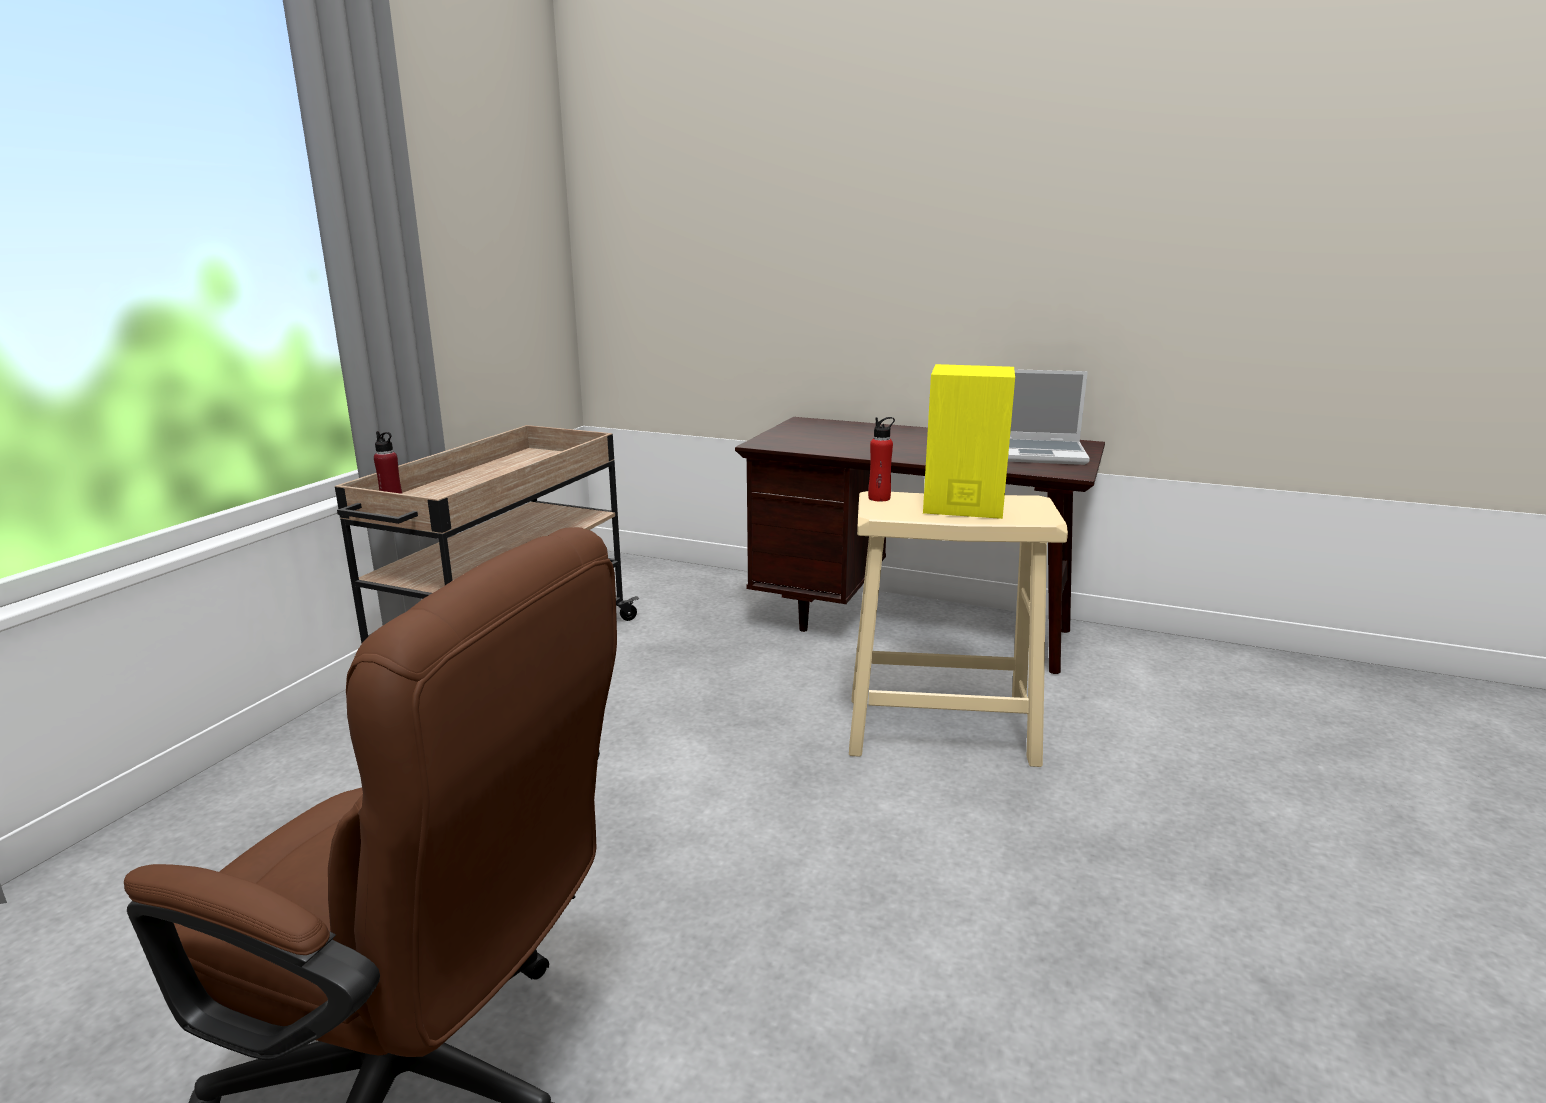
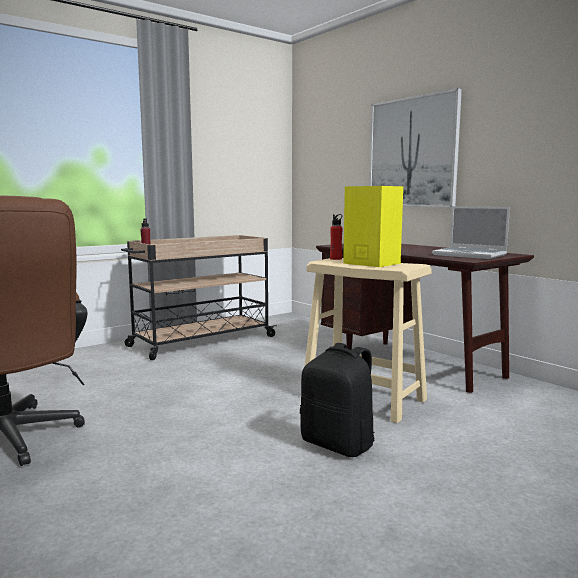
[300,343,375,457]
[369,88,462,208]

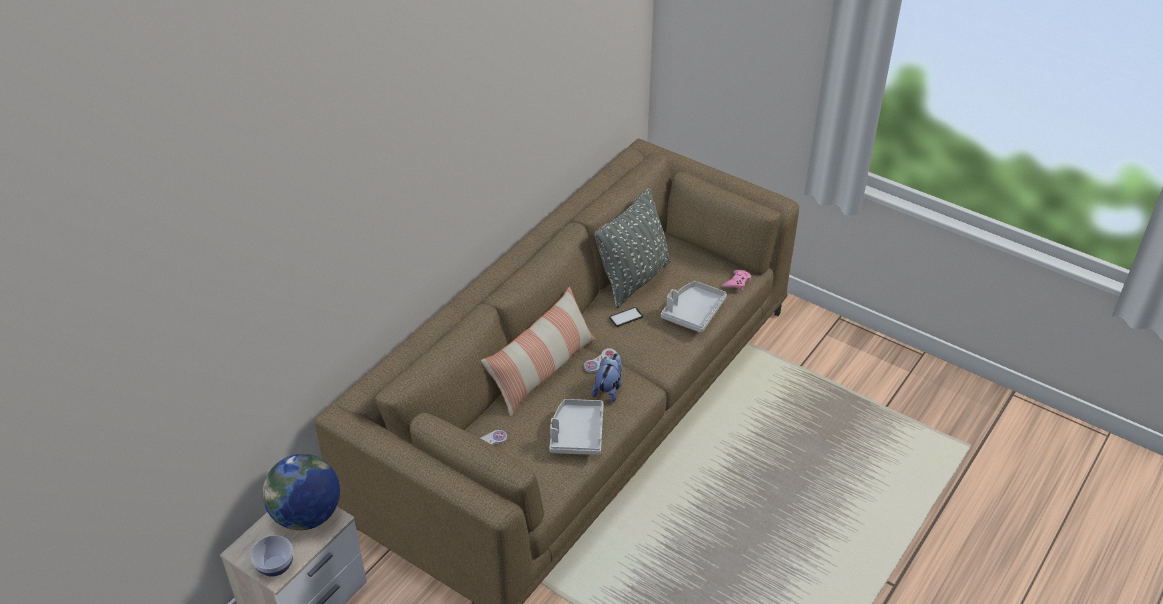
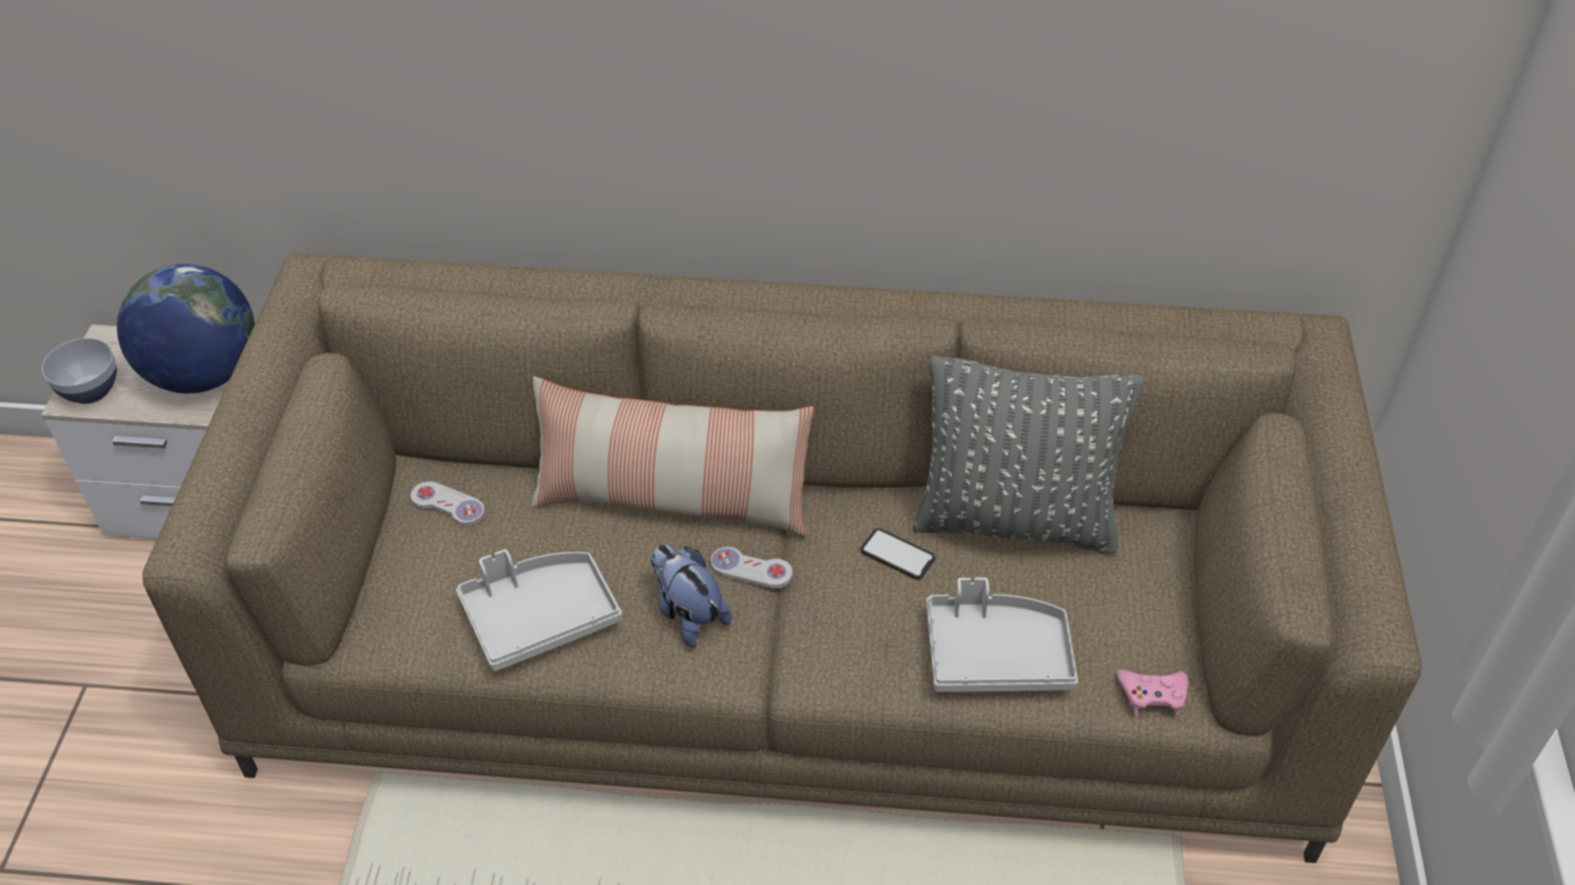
[651,544,732,648]

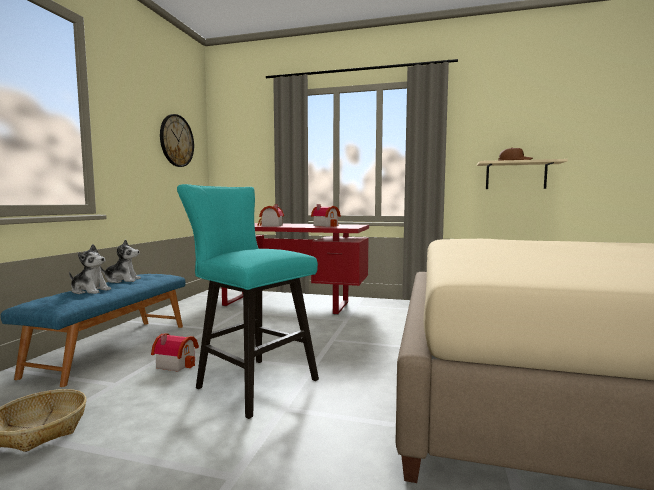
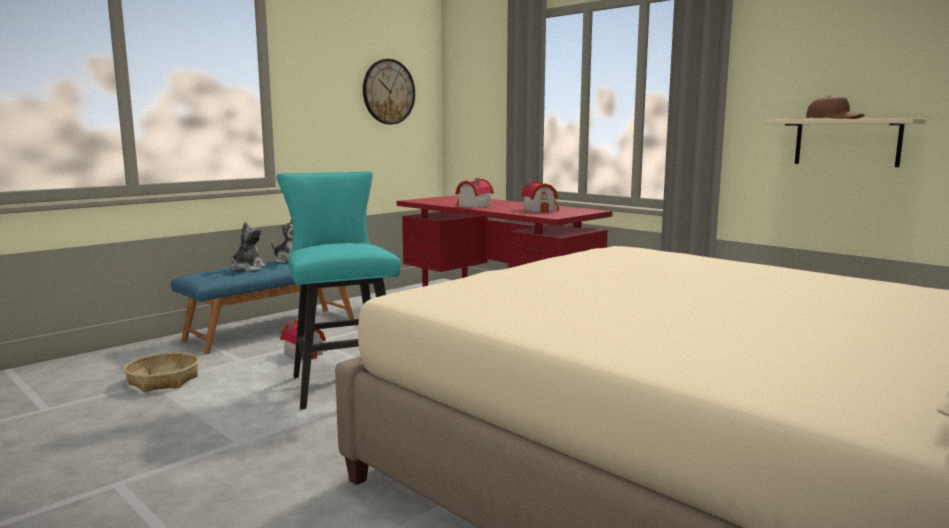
[232,222,266,271]

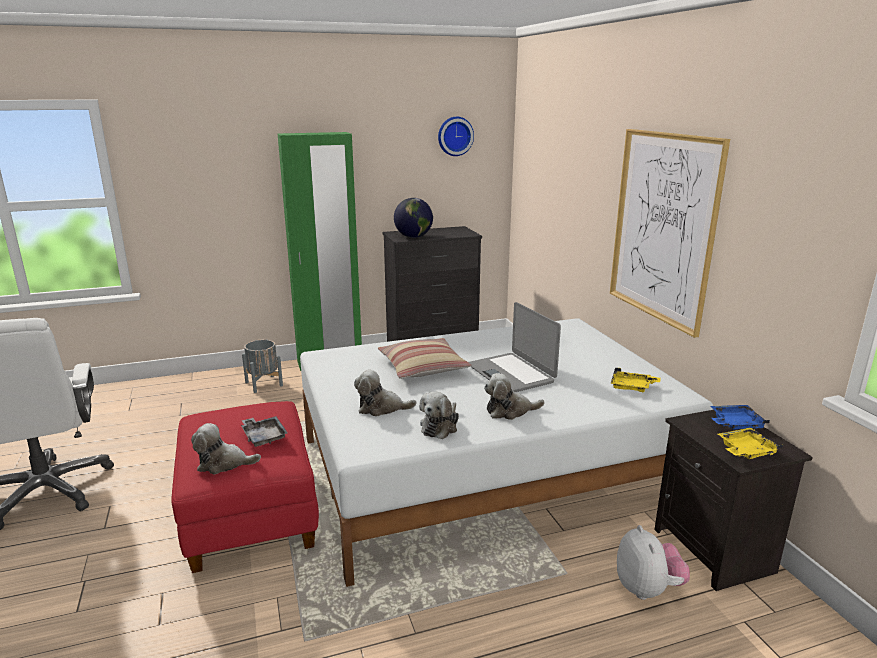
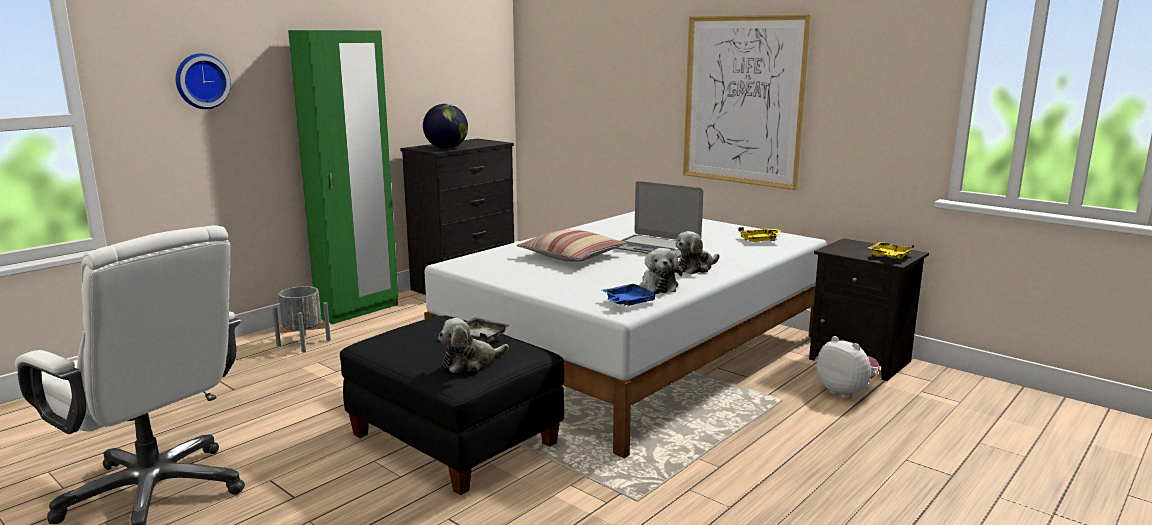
[176,53,231,109]
[340,316,564,495]
[602,284,659,306]
[354,369,417,416] (first image)

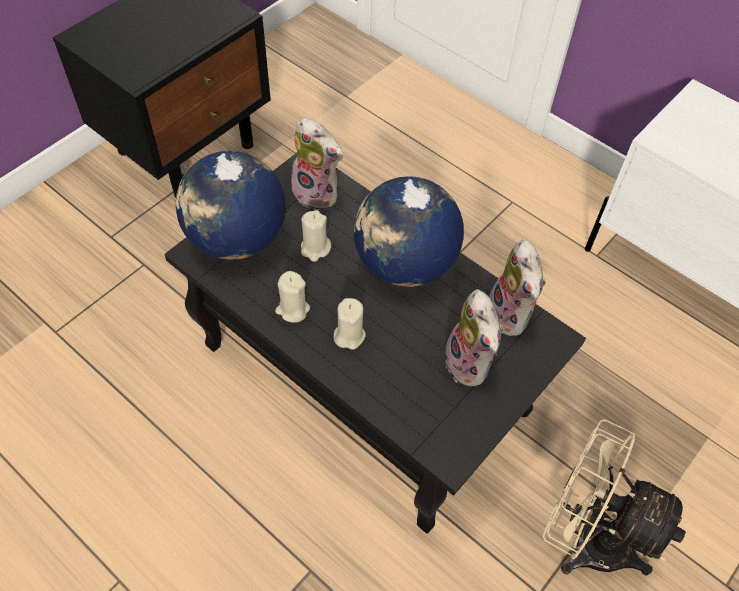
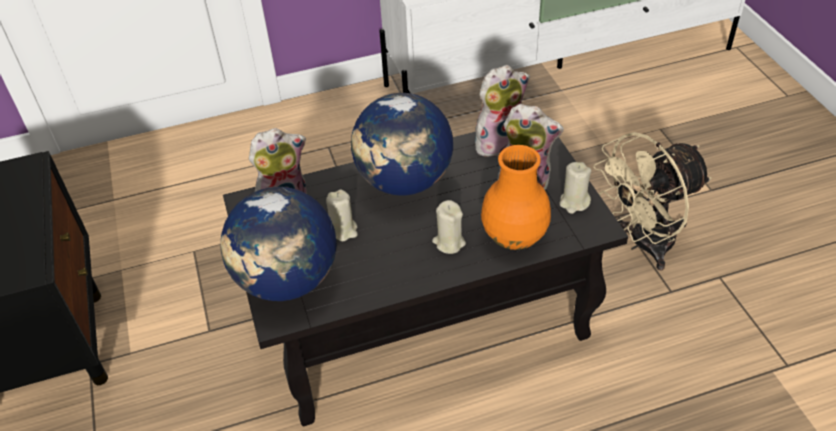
[475,65,530,157]
[481,145,551,250]
[560,162,591,214]

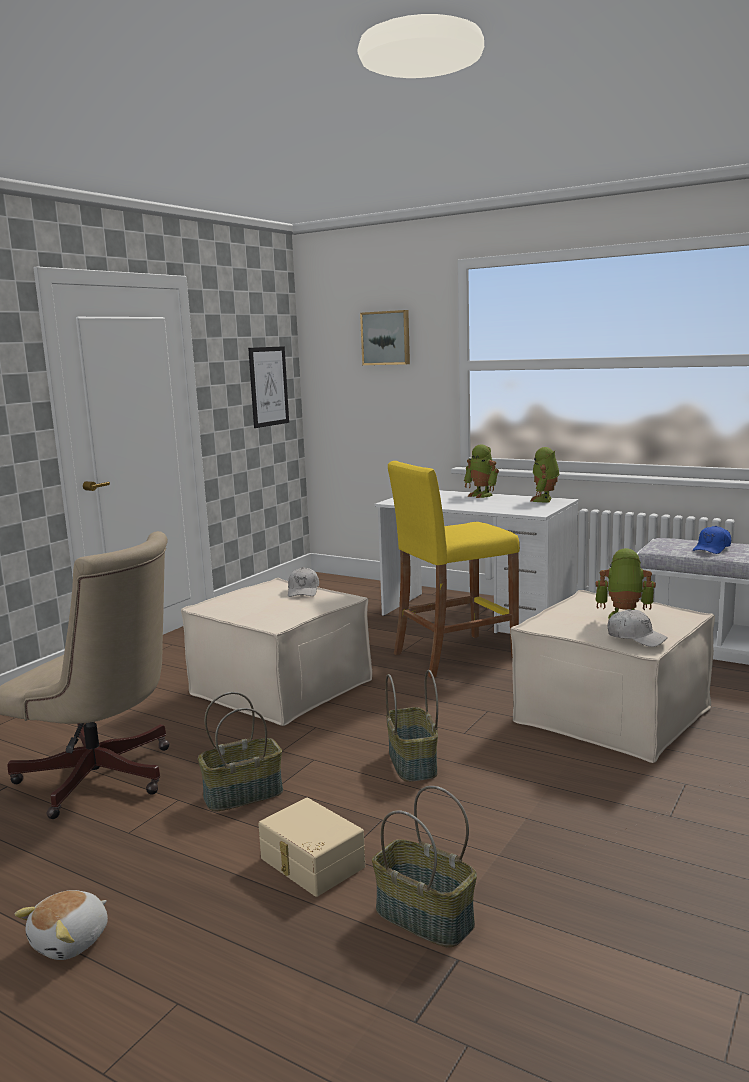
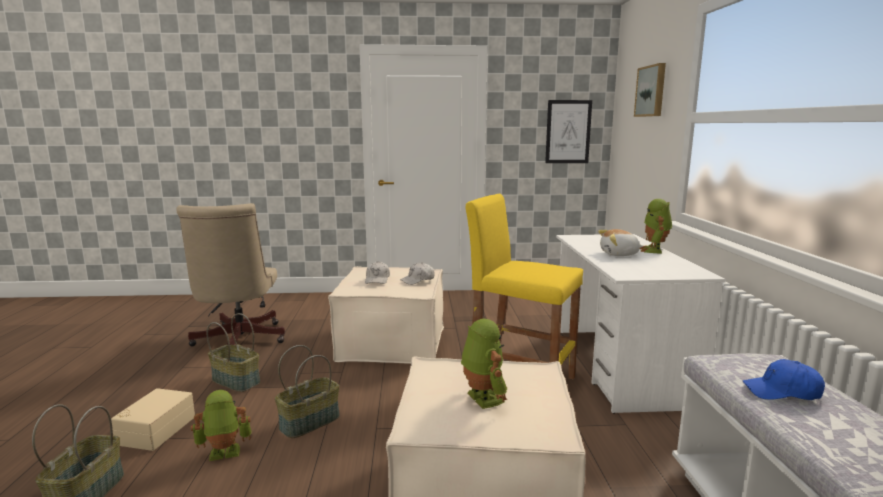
[191,390,252,461]
[365,261,390,284]
[598,229,643,256]

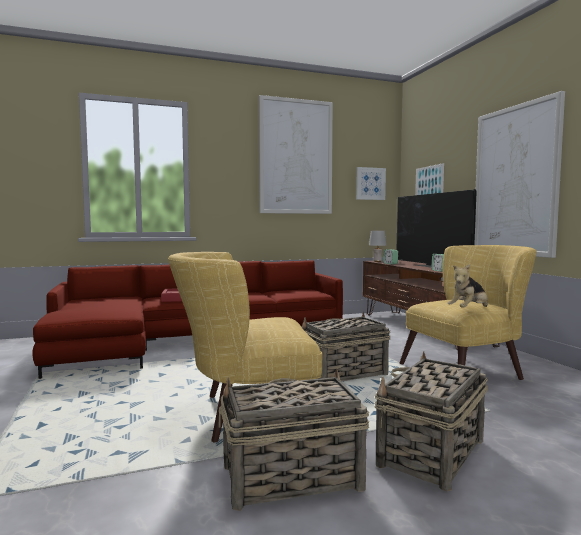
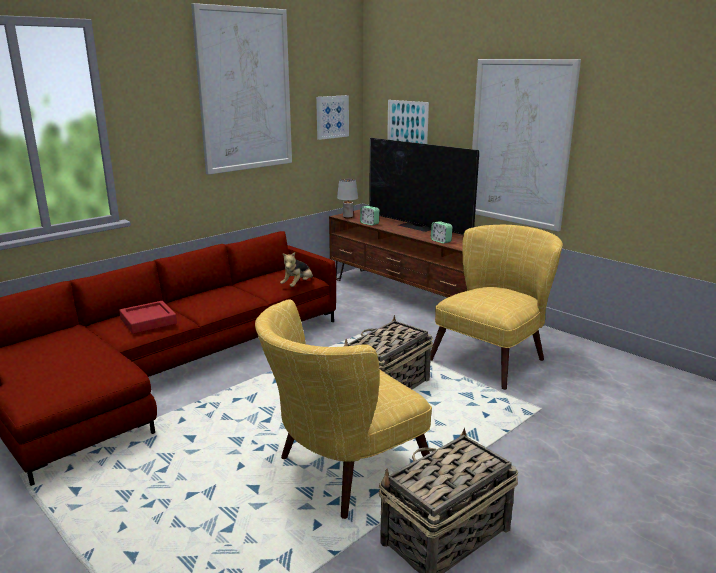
[280,252,313,287]
[374,351,488,492] (first image)

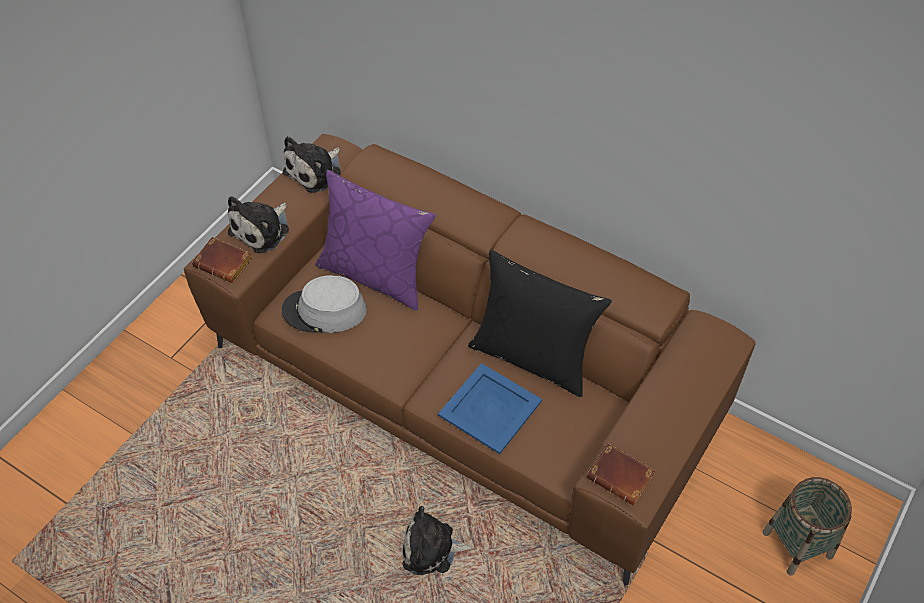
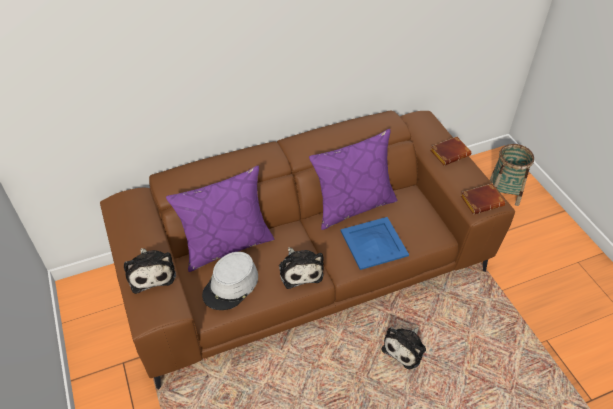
[279,247,324,289]
[309,129,398,230]
[430,137,471,166]

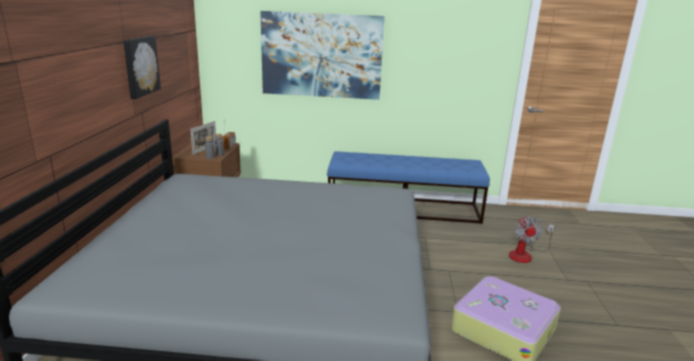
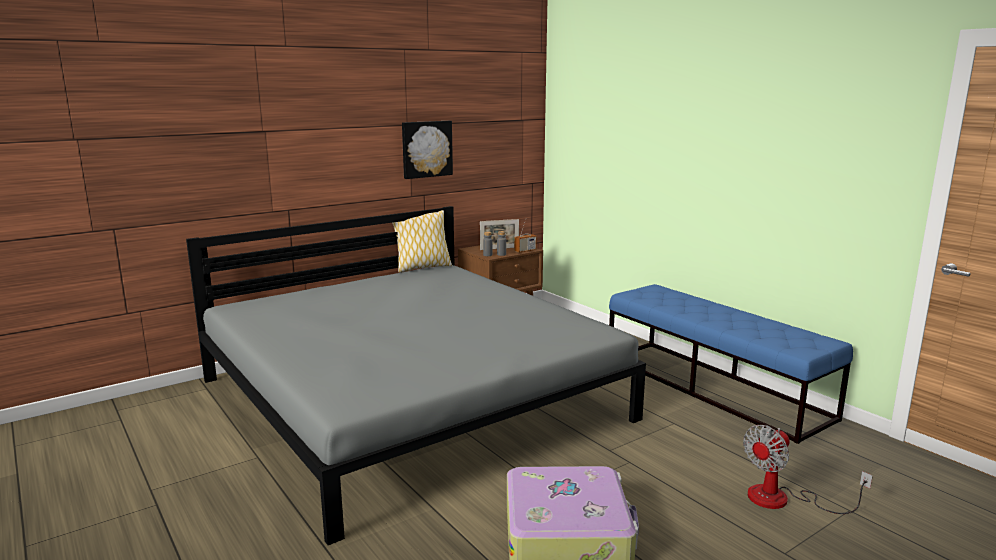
[392,210,452,273]
[260,11,385,100] (first image)

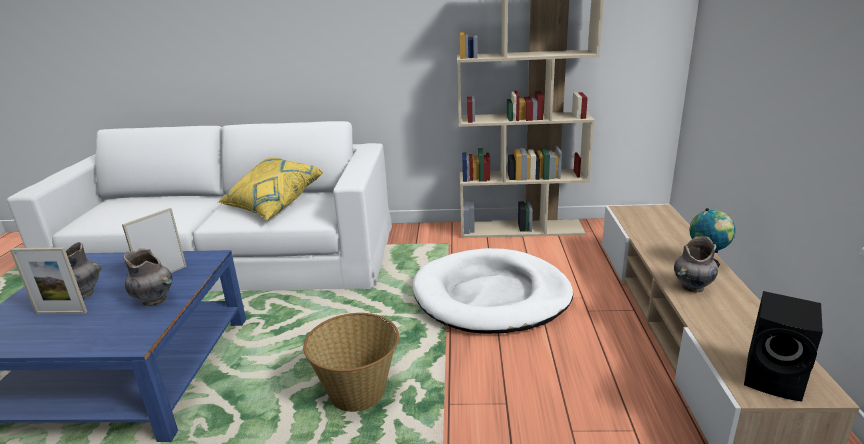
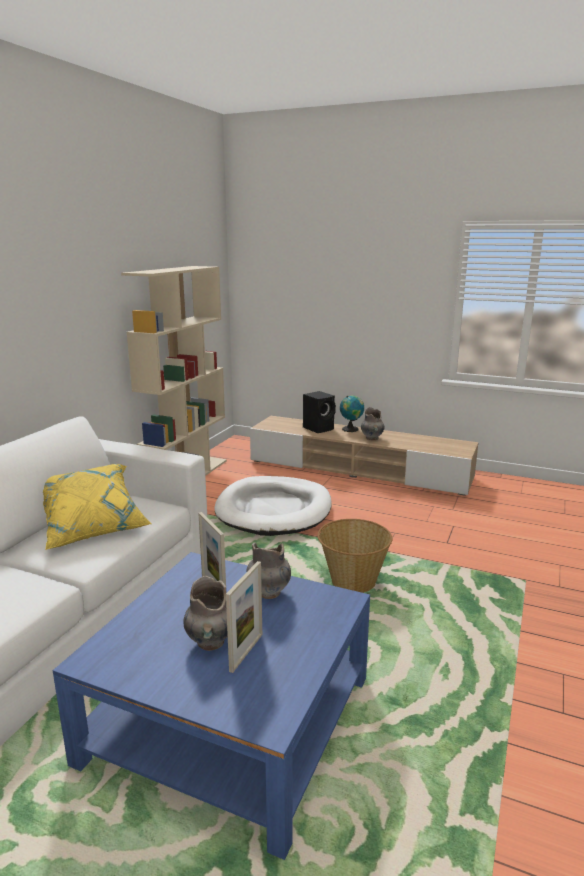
[303,391,336,433]

